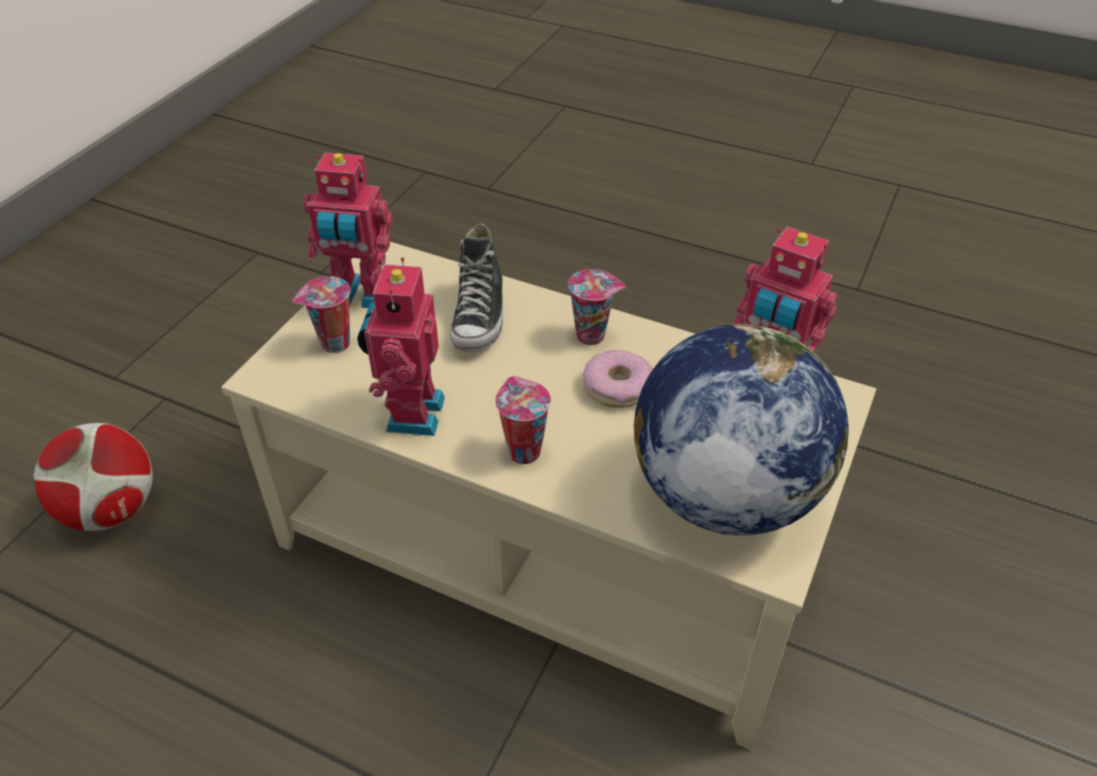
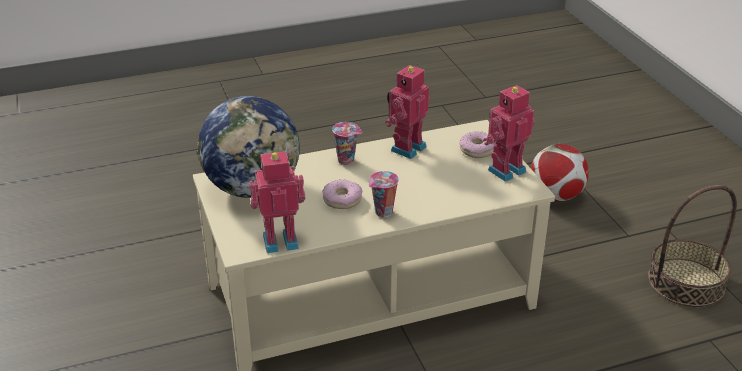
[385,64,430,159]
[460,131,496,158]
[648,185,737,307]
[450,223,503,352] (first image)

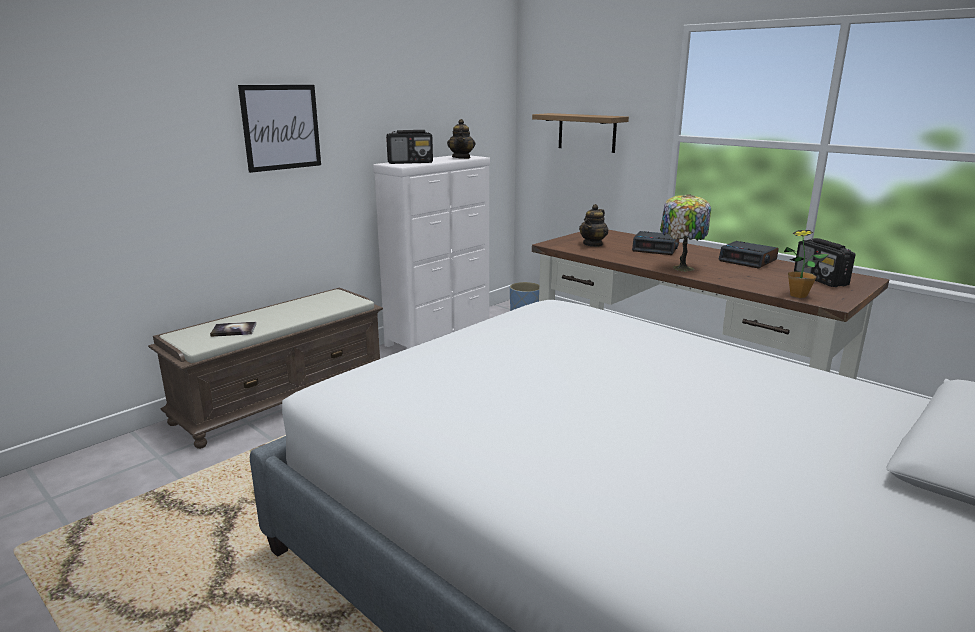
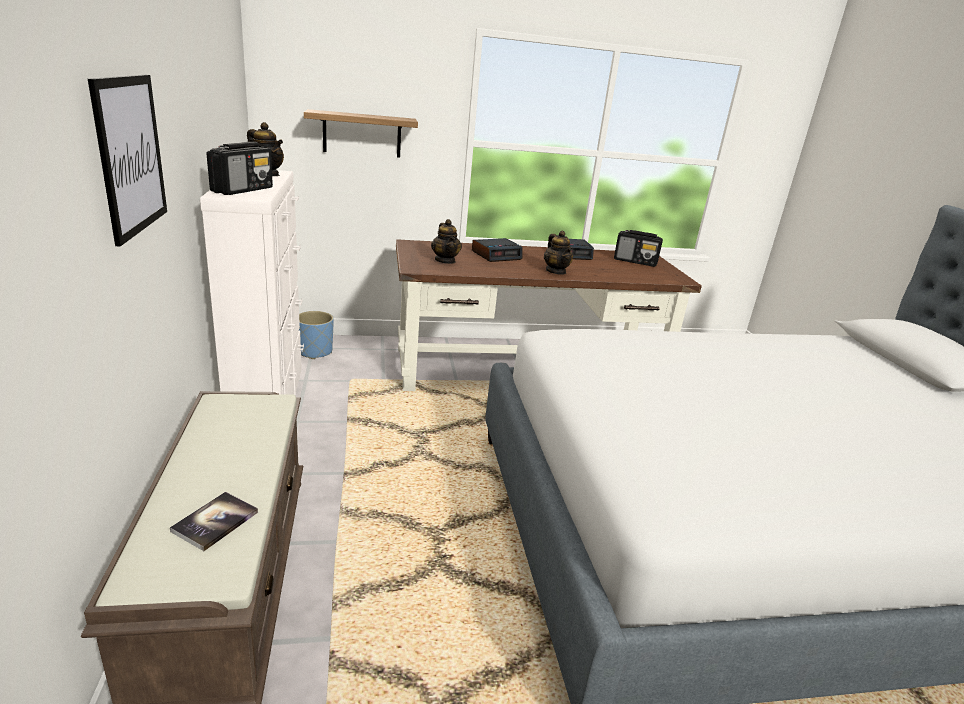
[544,231,573,275]
[784,230,829,298] (first image)

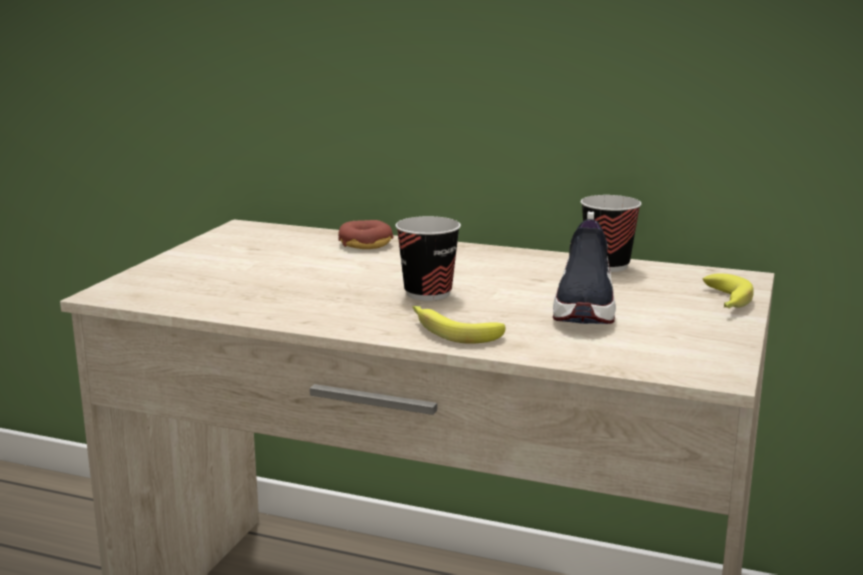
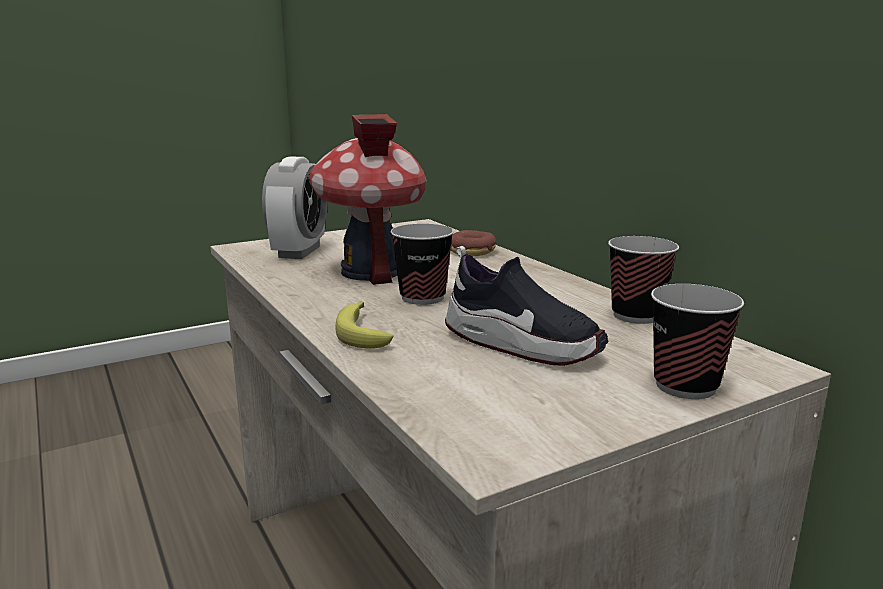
[262,157,328,259]
[309,114,426,285]
[445,246,609,366]
[651,284,744,399]

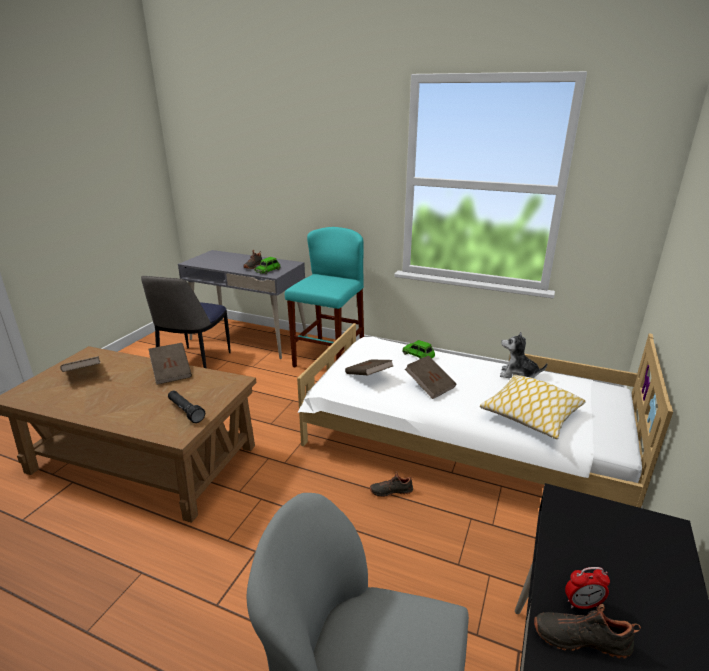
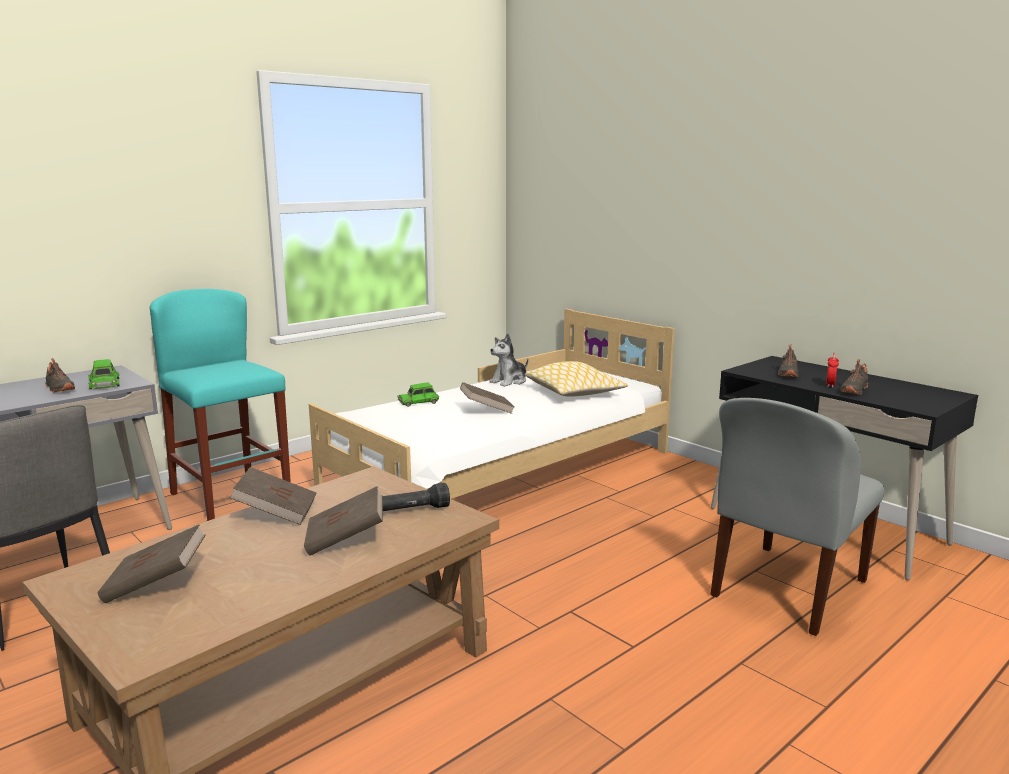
[304,486,383,556]
[778,345,798,377]

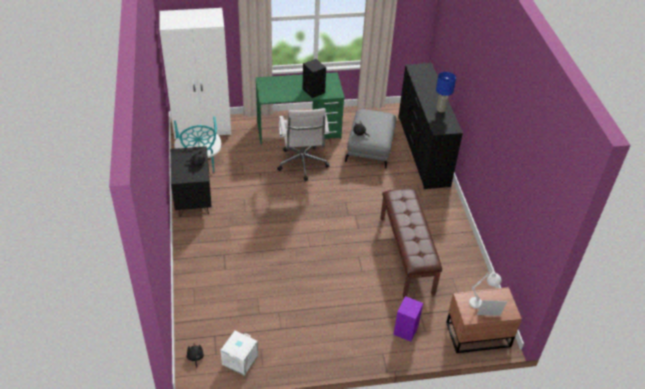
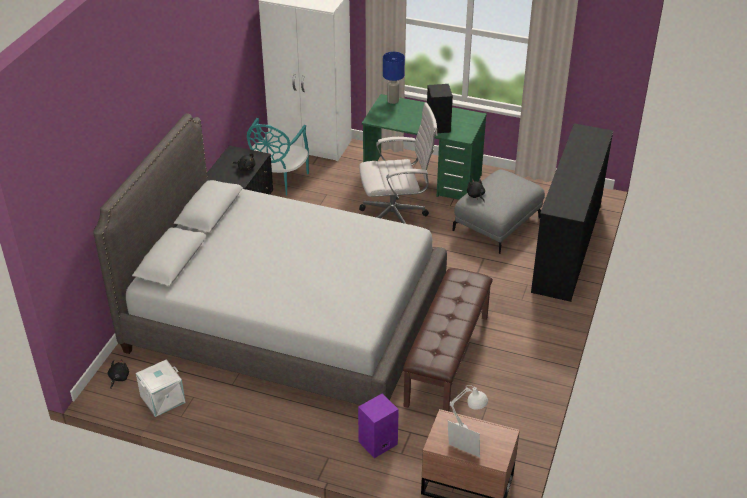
[93,113,447,405]
[359,102,438,224]
[383,52,405,104]

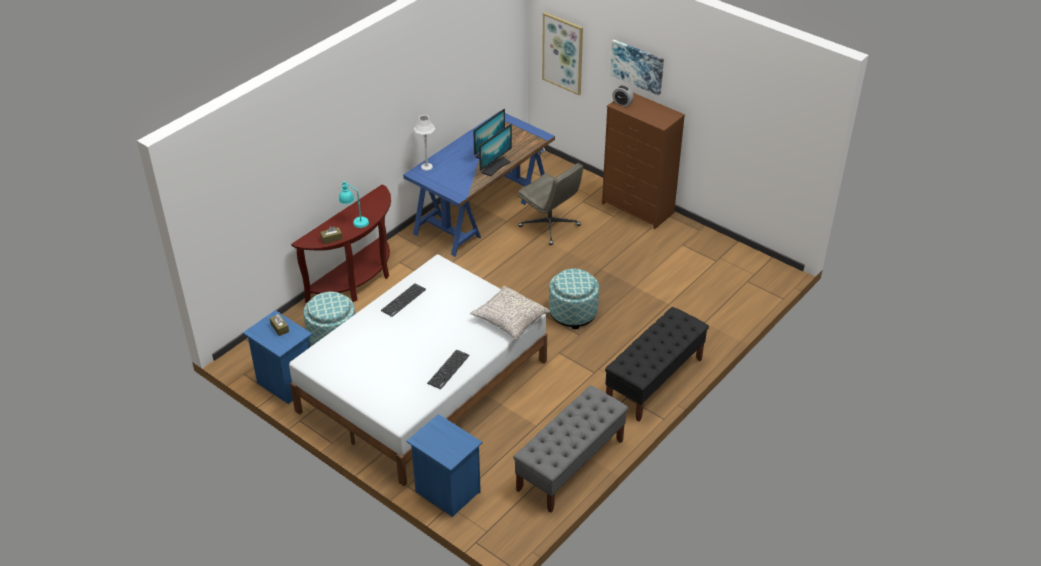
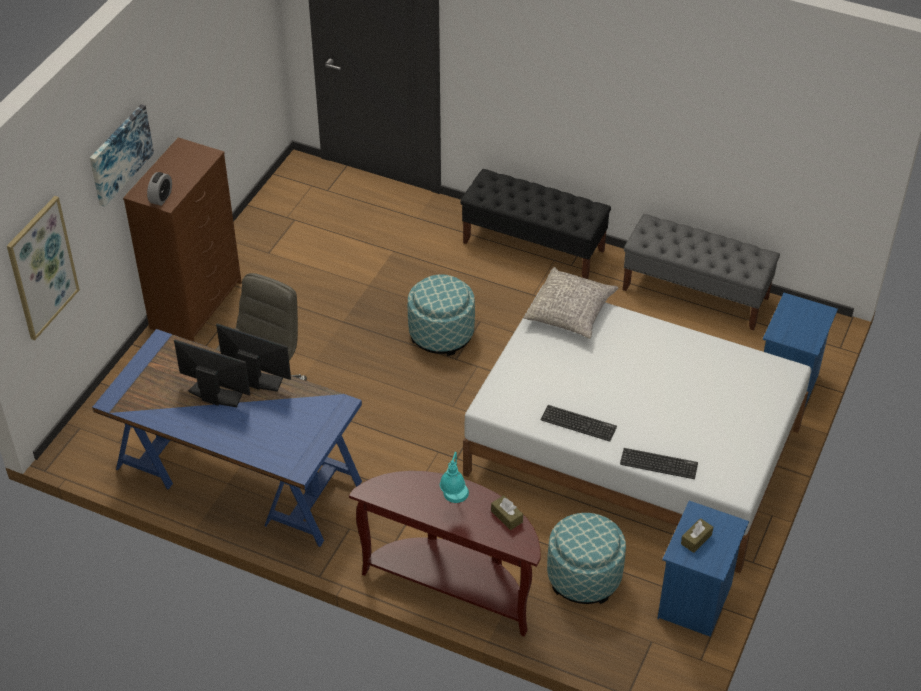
[620,448,698,479]
[414,115,435,171] (first image)

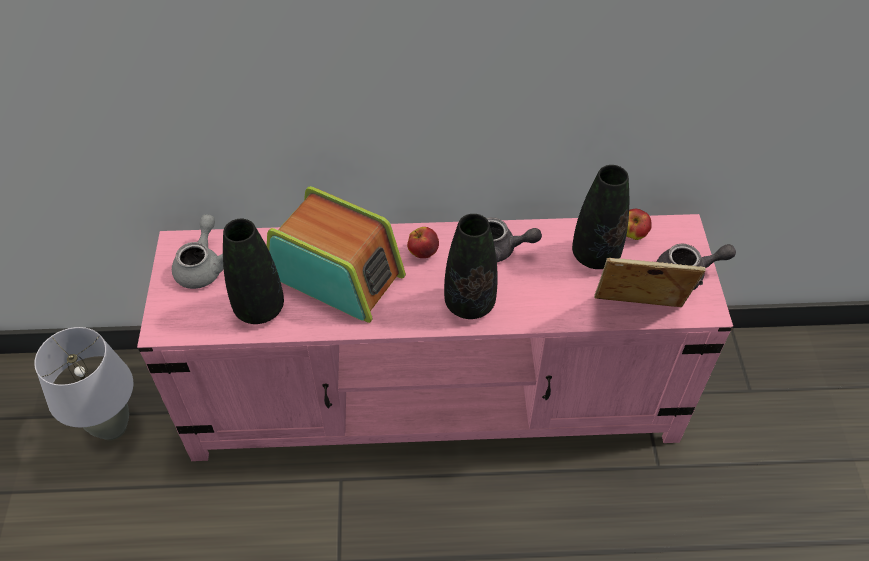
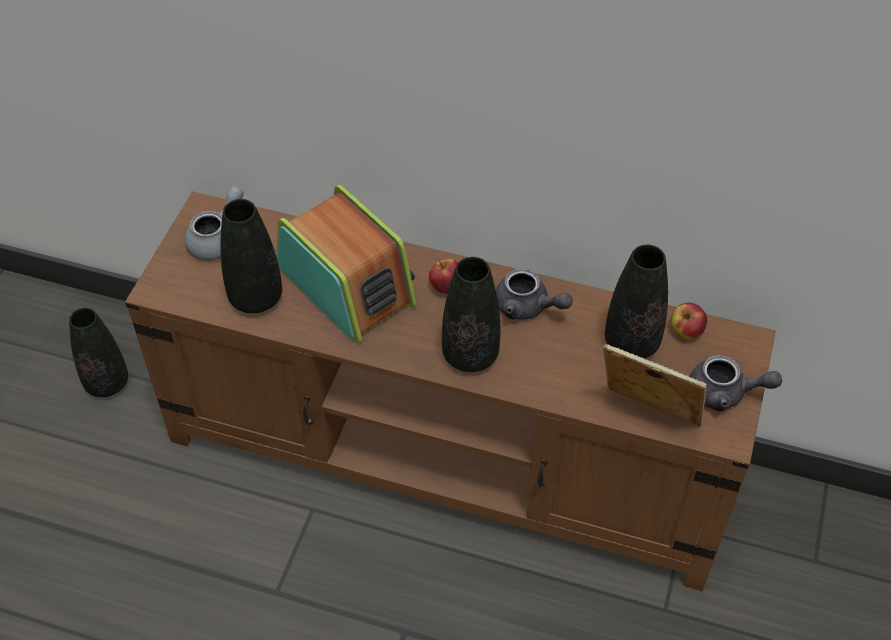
[69,308,128,397]
[125,192,776,591]

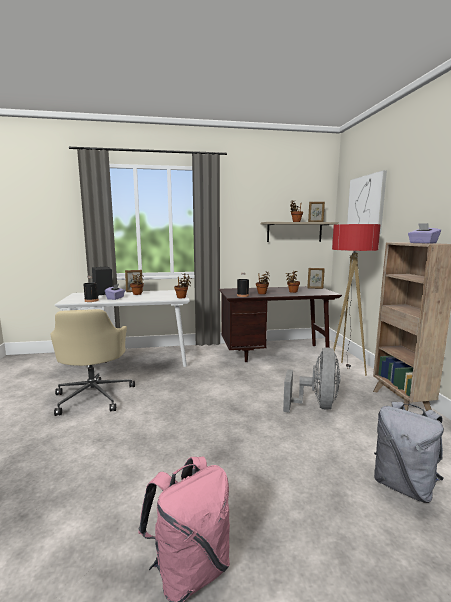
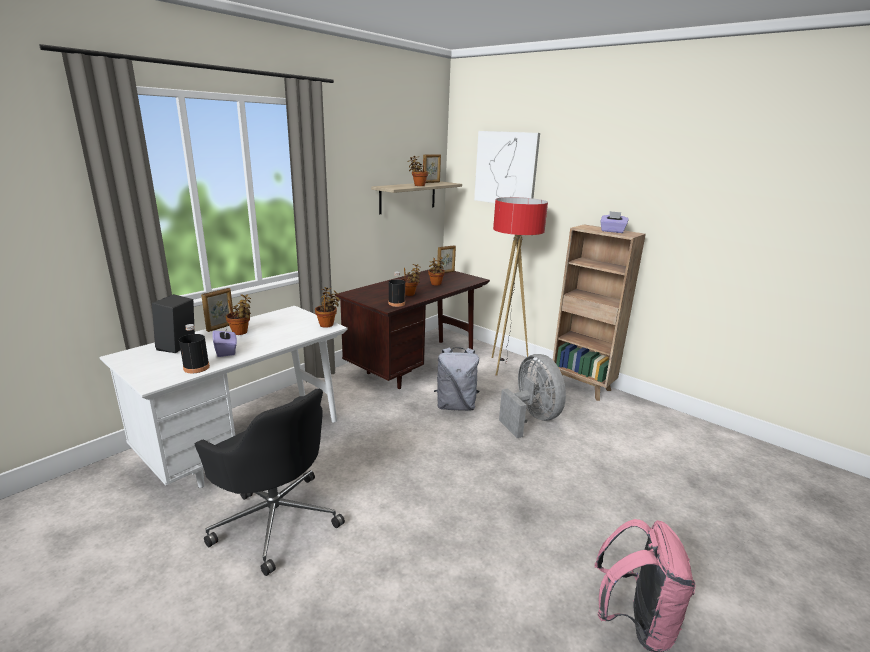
[195,388,345,576]
[434,347,479,411]

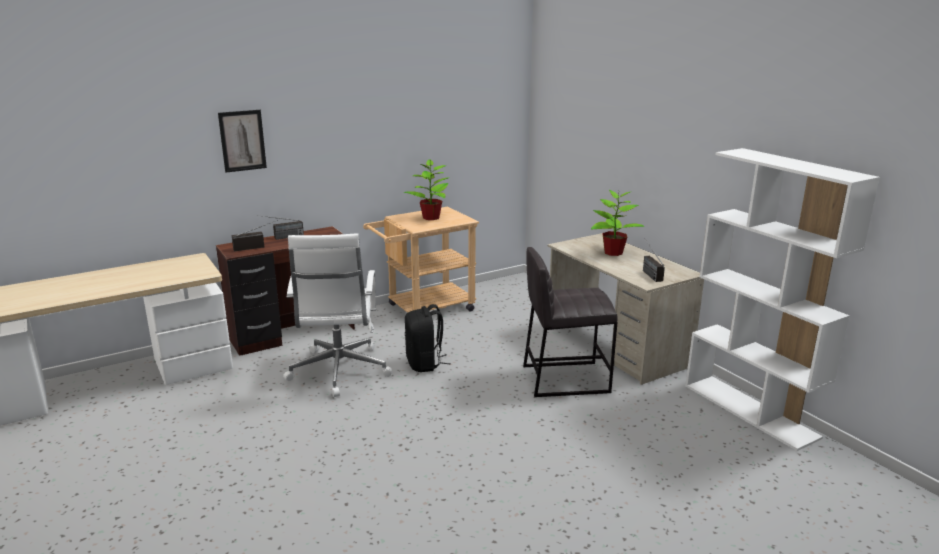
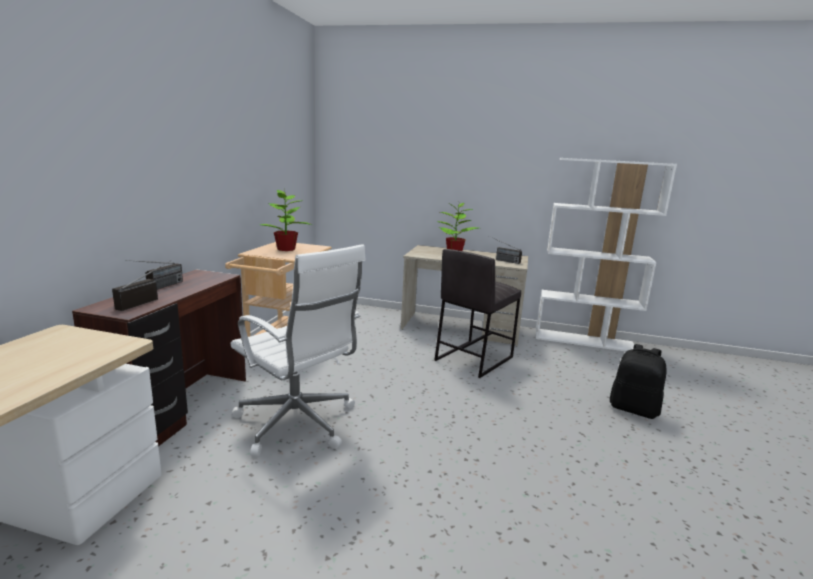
[610,344,666,419]
[218,110,267,173] (first image)

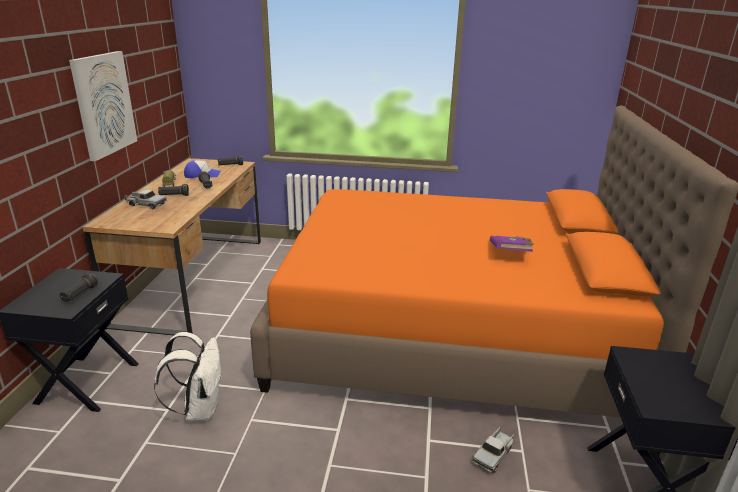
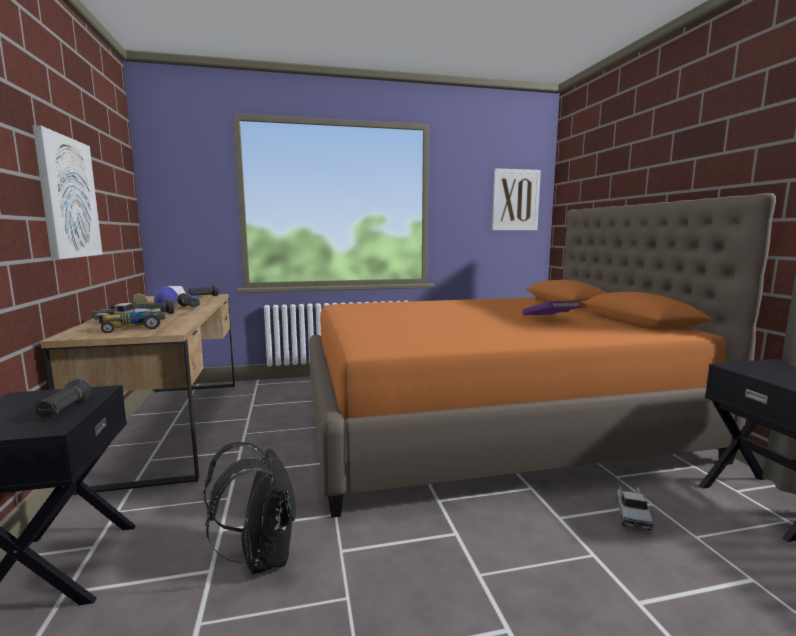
[101,308,166,333]
[203,442,296,575]
[492,168,541,230]

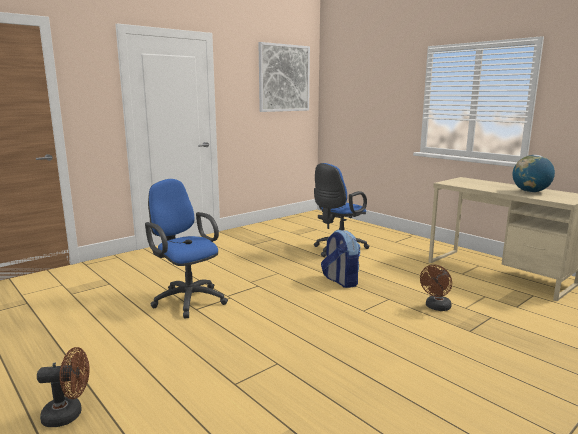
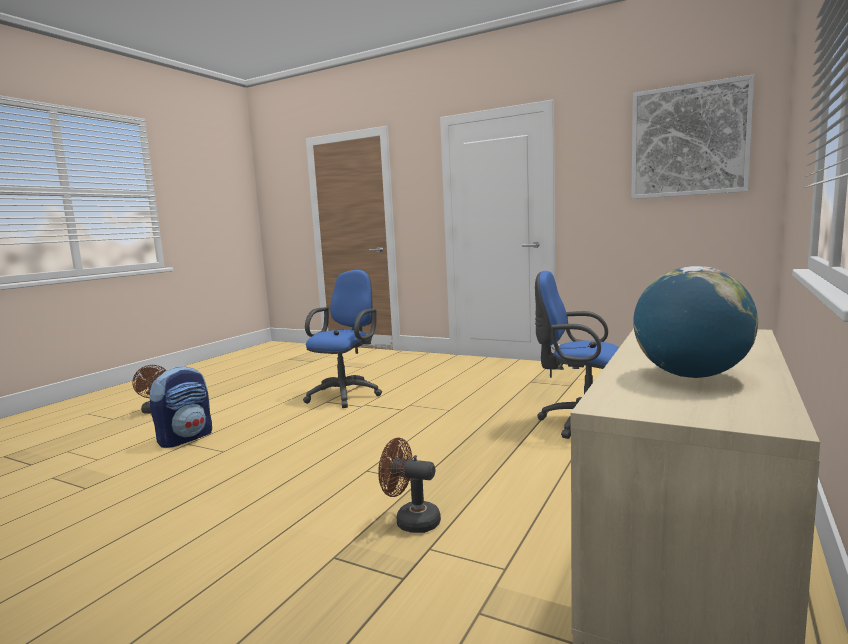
[150,366,212,448]

